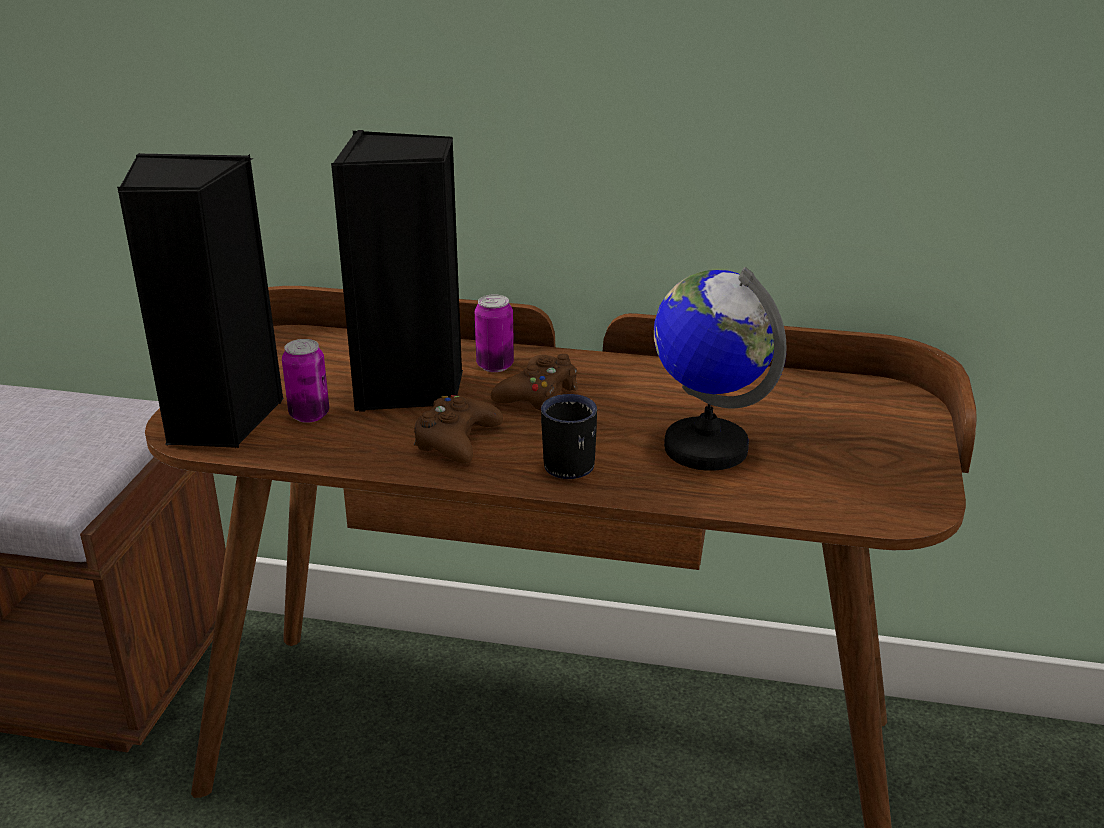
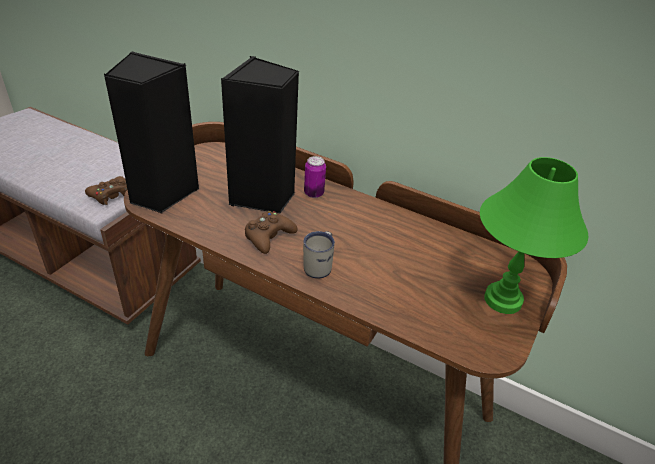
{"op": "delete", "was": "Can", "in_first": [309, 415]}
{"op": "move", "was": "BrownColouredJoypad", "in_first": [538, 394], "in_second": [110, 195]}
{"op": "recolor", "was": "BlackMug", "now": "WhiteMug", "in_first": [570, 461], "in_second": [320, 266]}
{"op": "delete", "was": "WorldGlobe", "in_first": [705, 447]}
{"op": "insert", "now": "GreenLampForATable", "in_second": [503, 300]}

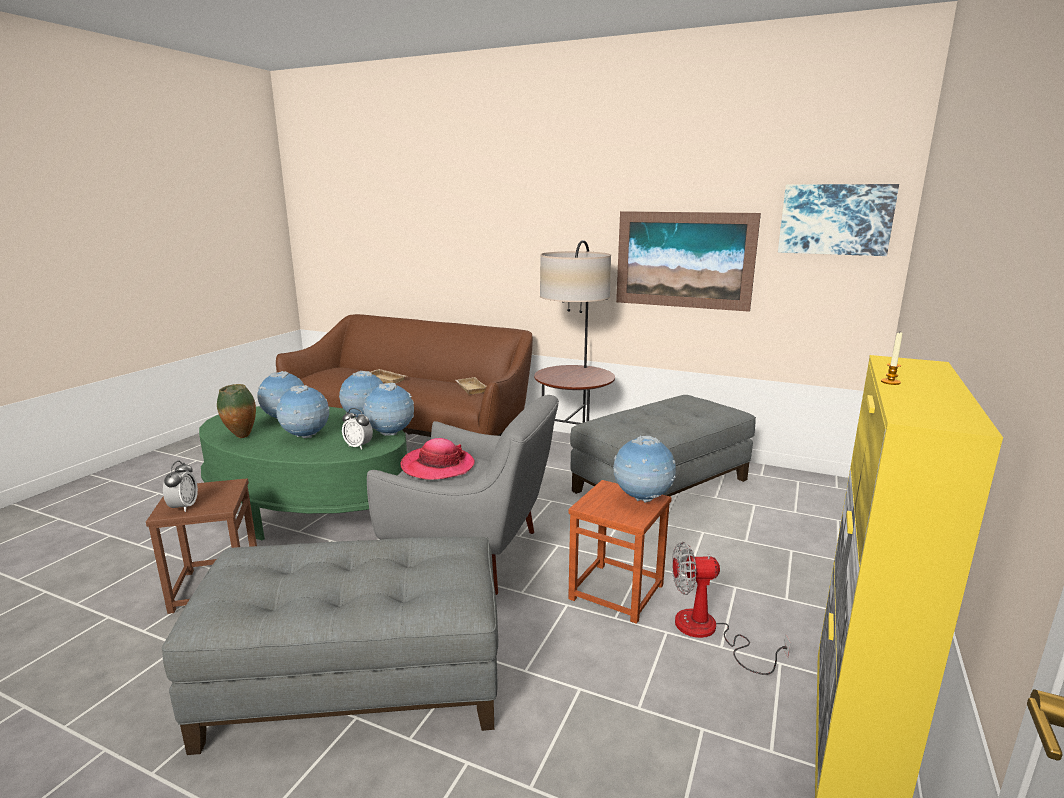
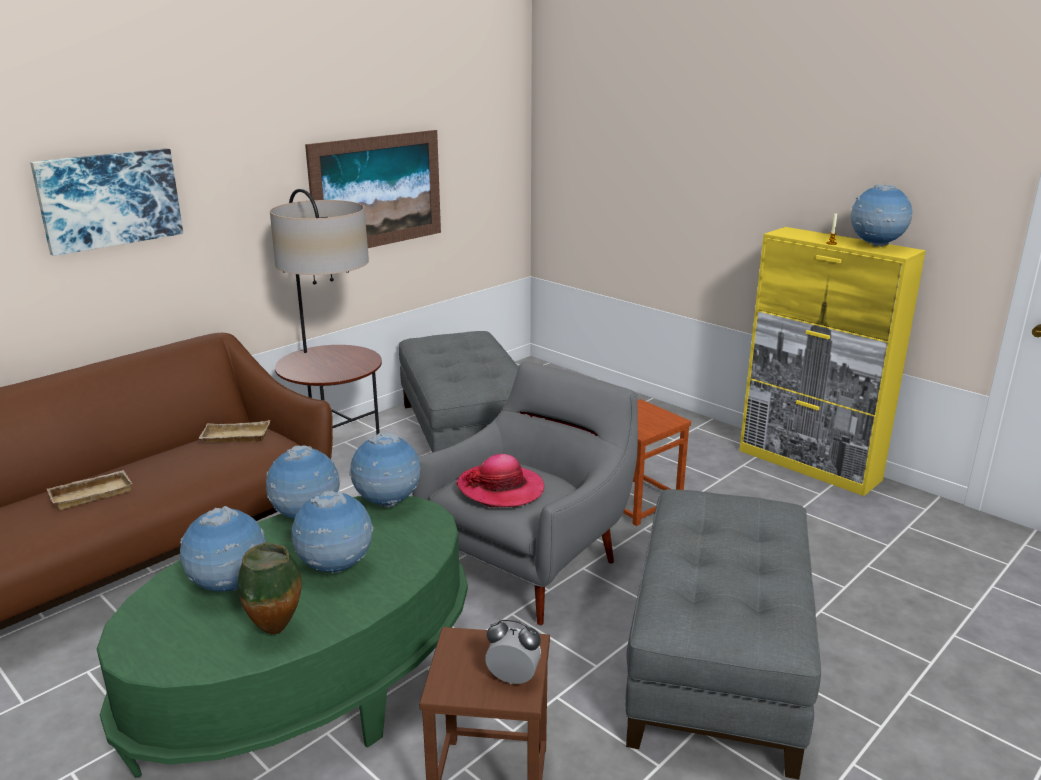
{"op": "delete", "was": "BedsideClock", "in_first": [358, 446]}
{"op": "move", "was": "WorldGlobe", "in_first": [642, 499], "in_second": [876, 246]}
{"op": "delete", "was": "Fan", "in_first": [708, 632]}
{"op": "move", "was": "WallPicture", "in_first": [835, 219], "in_second": [109, 199]}

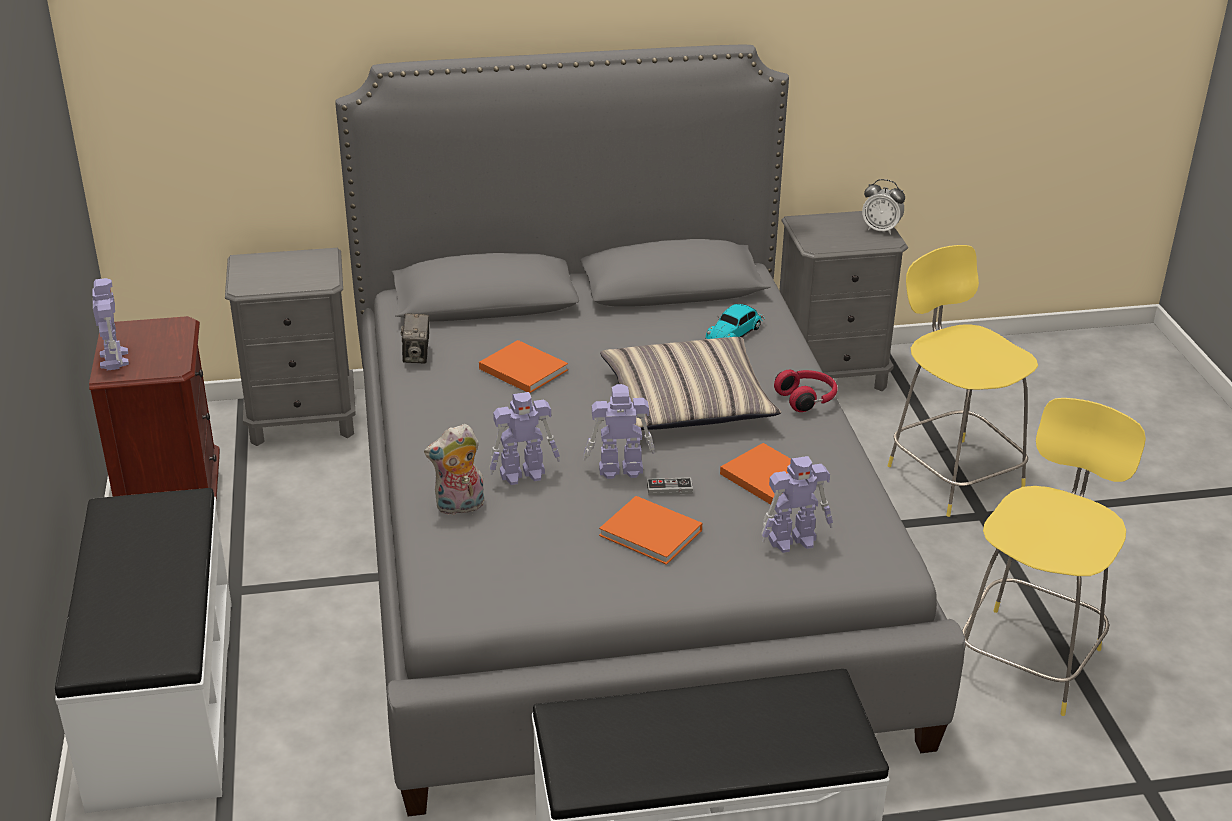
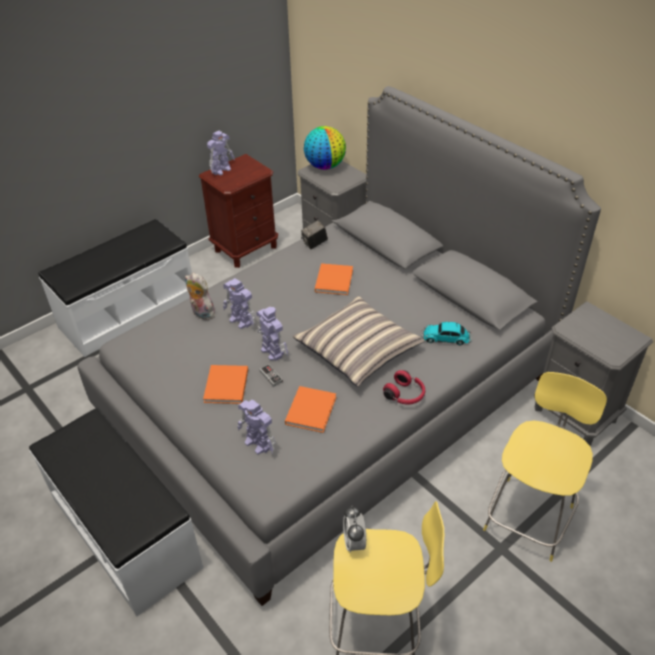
{"op": "move", "was": "BedsideClock", "in_first": [881, 229], "in_second": [354, 542]}
{"op": "insert", "now": "WorldGlobe", "in_second": [325, 166]}

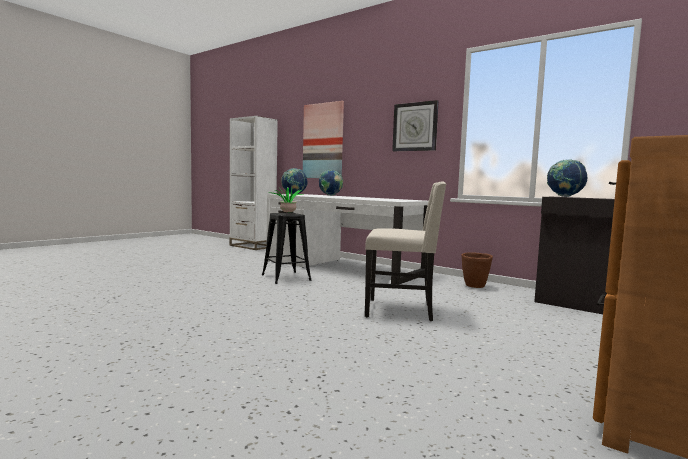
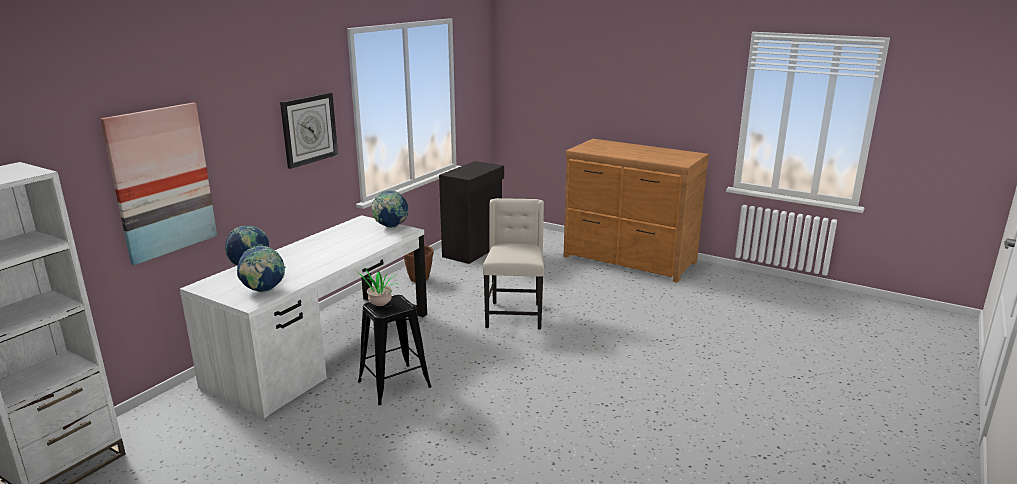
{"op": "move", "was": "WorldGlobe", "in_first": [565, 197], "in_second": [390, 227]}

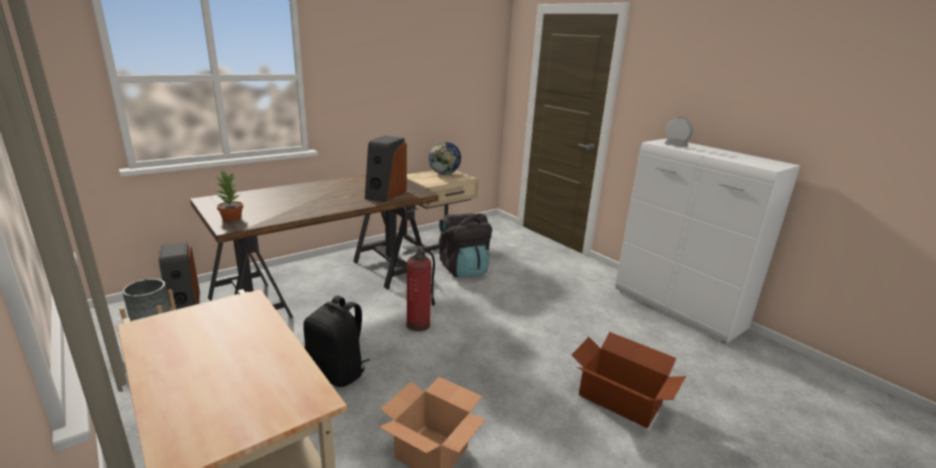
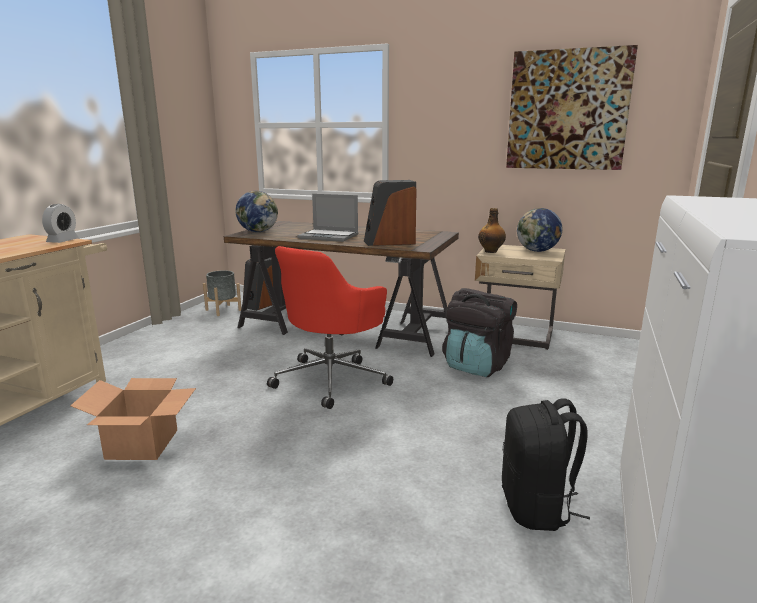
{"op": "replace", "was": "PlantInAPot", "now": "WorldGlobe", "in_first": [232, 218], "in_second": [258, 231]}
{"op": "move", "was": "BlackRucksack", "in_first": [338, 372], "in_second": [537, 508]}
{"op": "replace", "was": "Extinguisher", "now": "RedComputerChair", "in_first": [418, 325], "in_second": [332, 379]}
{"op": "delete", "was": "Carton", "in_first": [619, 398]}
{"op": "move", "was": "BedsideClock", "in_first": [675, 145], "in_second": [63, 241]}
{"op": "insert", "now": "NotebookComputer", "in_second": [329, 237]}
{"op": "insert", "now": "Bottle", "in_second": [491, 251]}
{"op": "insert", "now": "WallPicture", "in_second": [567, 110]}

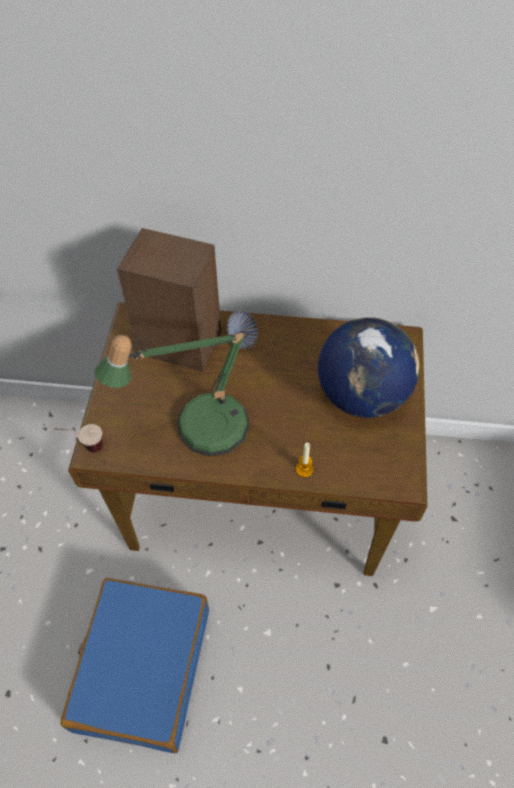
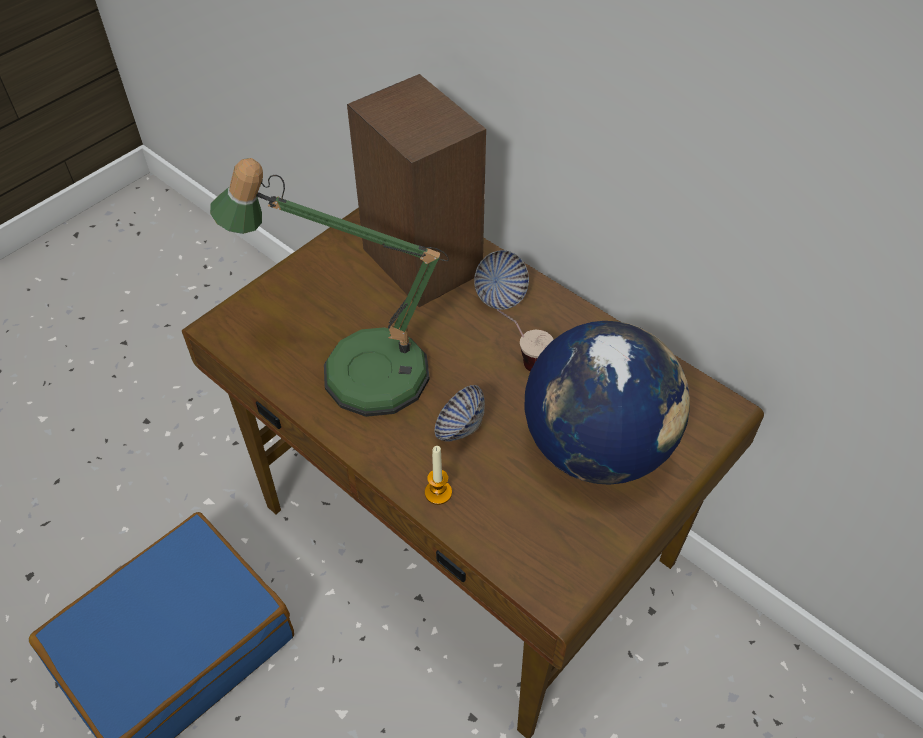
{"op": "move", "was": "SmallCup", "in_first": [85, 446], "in_second": [522, 358]}
{"op": "insert", "now": "ServingBowl", "in_second": [459, 428]}

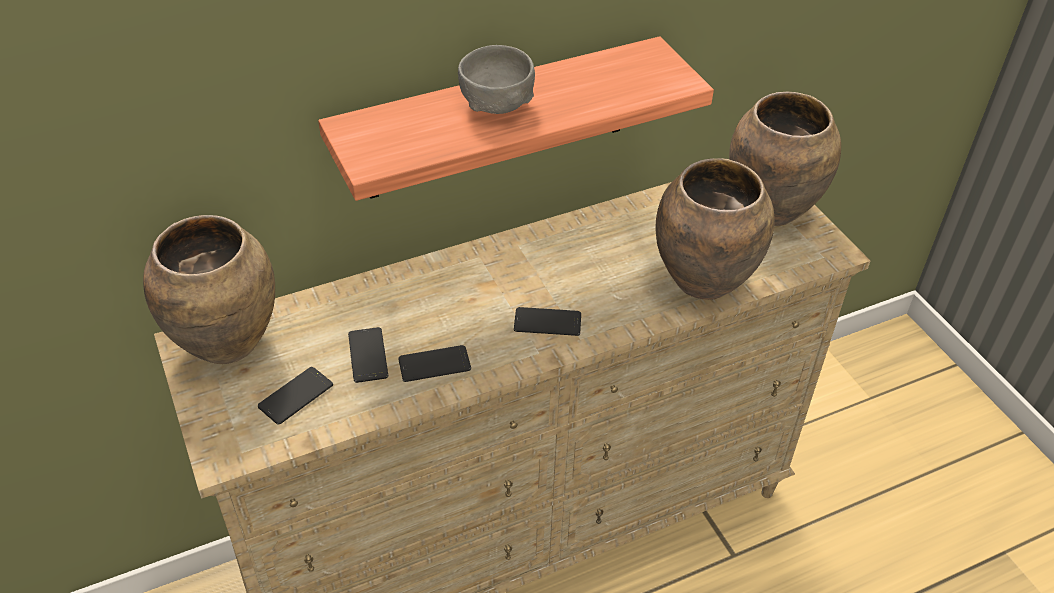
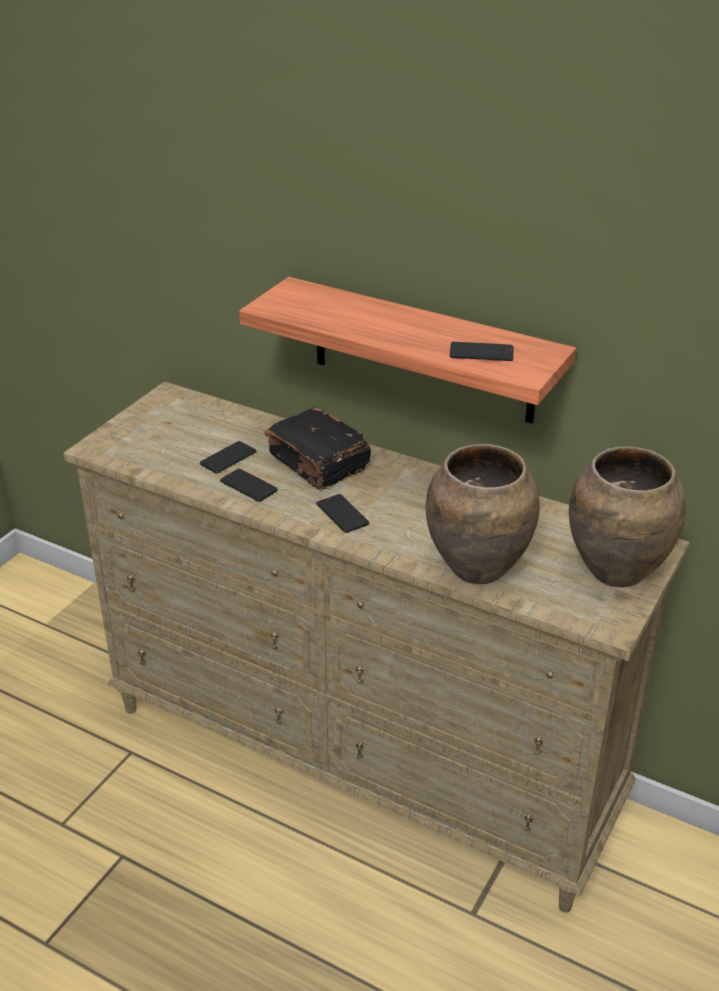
{"op": "delete", "was": "BrownColouredVase", "in_first": [228, 344]}
{"op": "move", "was": "Phone", "in_first": [296, 396], "in_second": [481, 353]}
{"op": "delete", "was": "GreyServingBowl", "in_first": [497, 104]}
{"op": "insert", "now": "BlackBook", "in_second": [318, 463]}

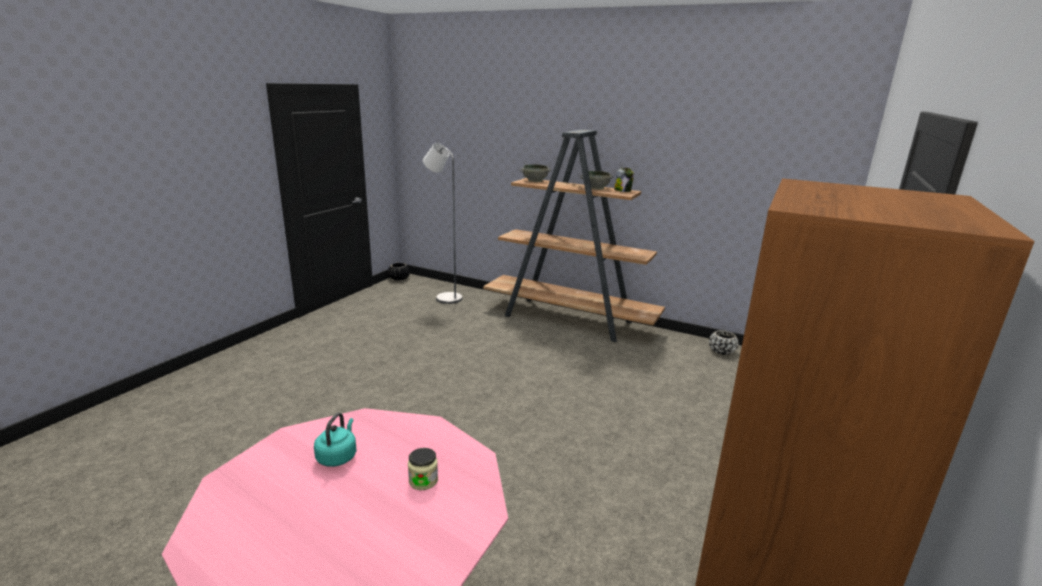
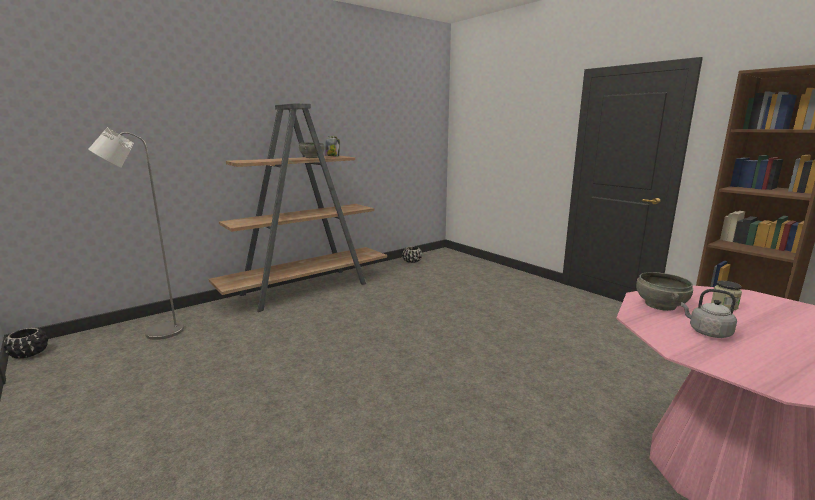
{"op": "recolor", "was": "BlueGreenWaterKettle", "now": "GreyWaterKettle", "in_first": [338, 456], "in_second": [707, 332]}
{"op": "move", "was": "GreyServingBowl", "in_first": [535, 180], "in_second": [659, 305]}

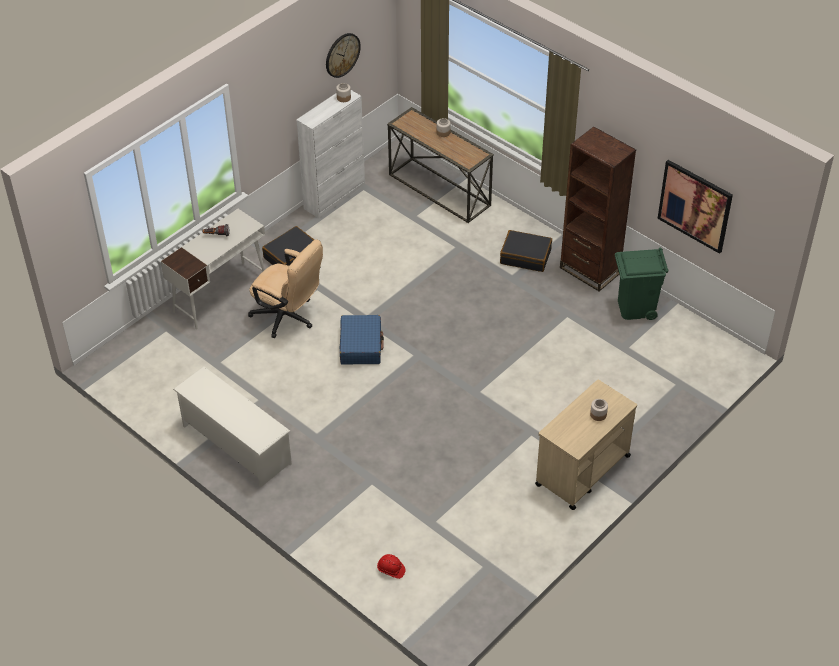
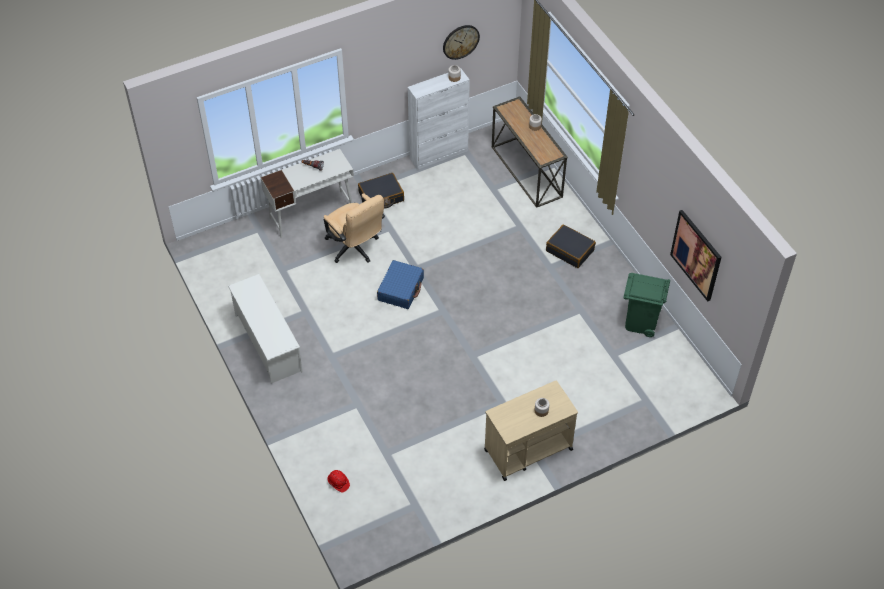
{"op": "delete", "was": "BrownColouredBookshelf", "in_first": [589, 270]}

